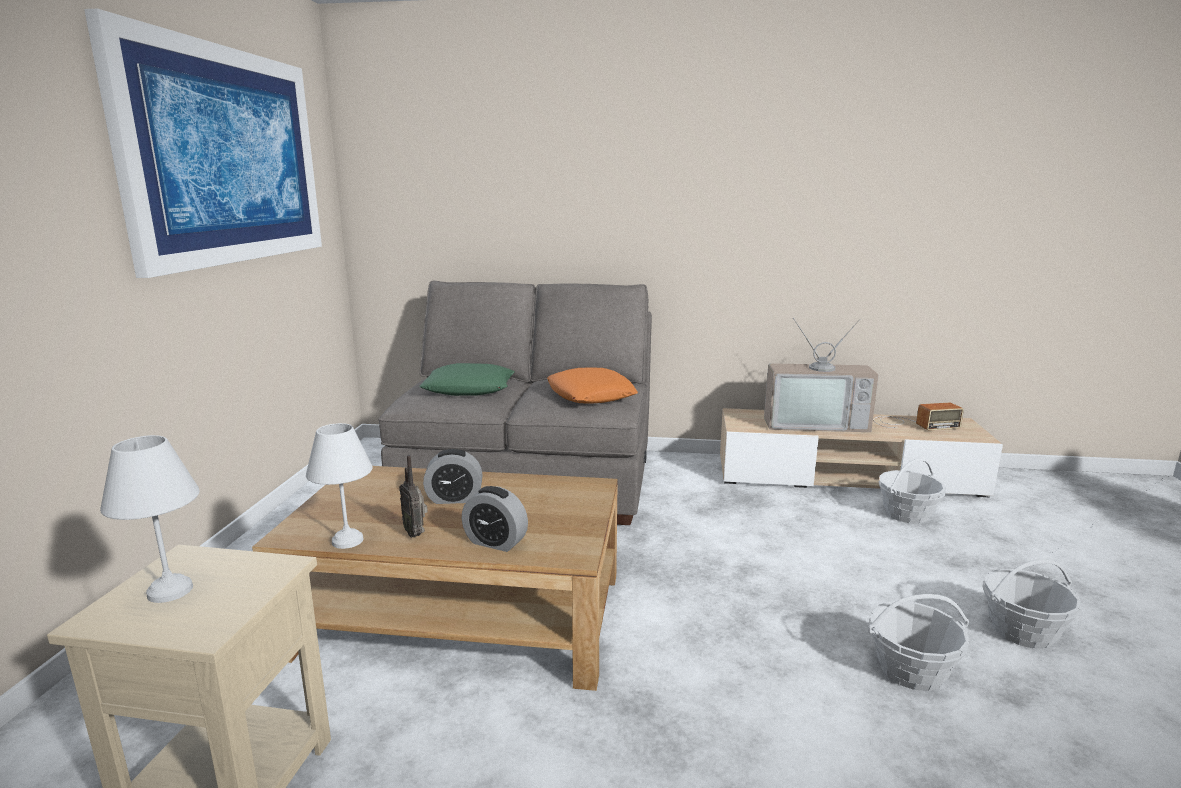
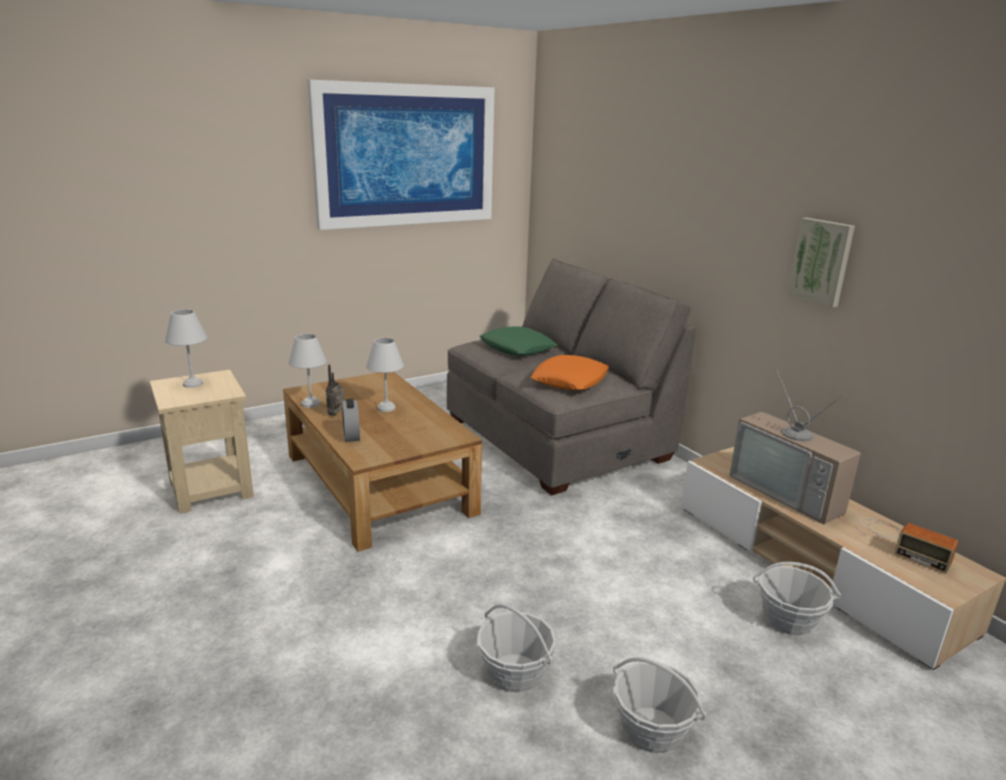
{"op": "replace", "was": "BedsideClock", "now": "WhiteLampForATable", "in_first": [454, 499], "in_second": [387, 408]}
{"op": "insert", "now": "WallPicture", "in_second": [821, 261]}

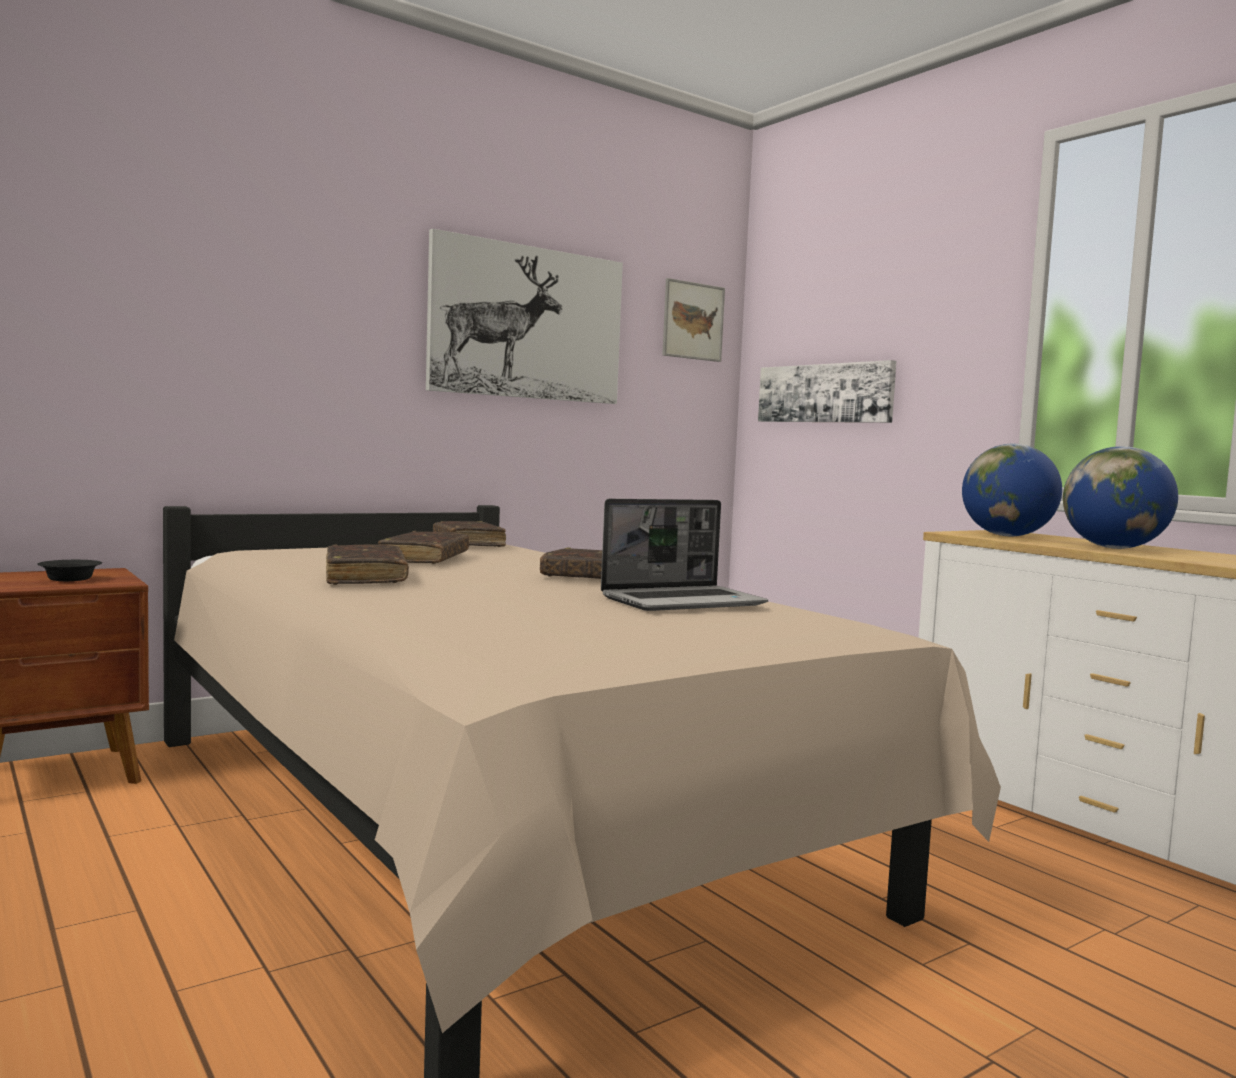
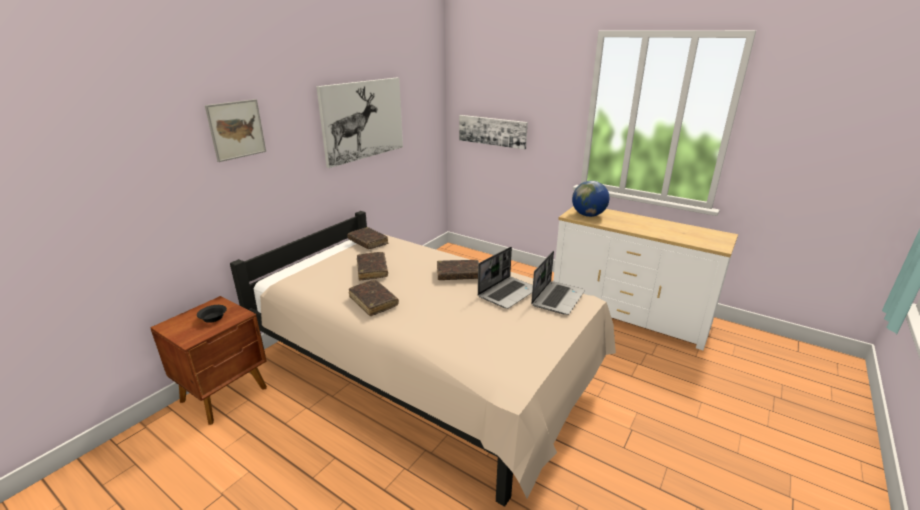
{"op": "move", "was": "WallPicture", "in_first": [693, 321], "in_second": [236, 129]}
{"op": "delete", "was": "WorldGlobe", "in_first": [1114, 548]}
{"op": "insert", "now": "NotebookComputer", "in_second": [557, 298]}

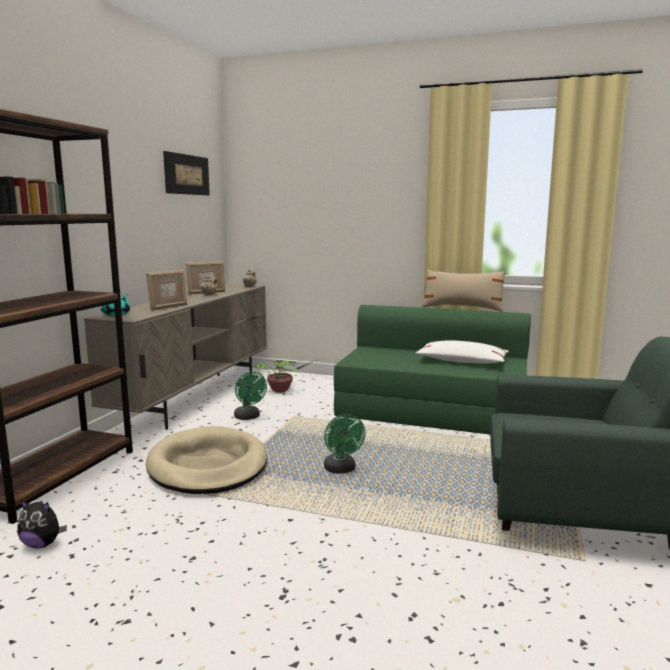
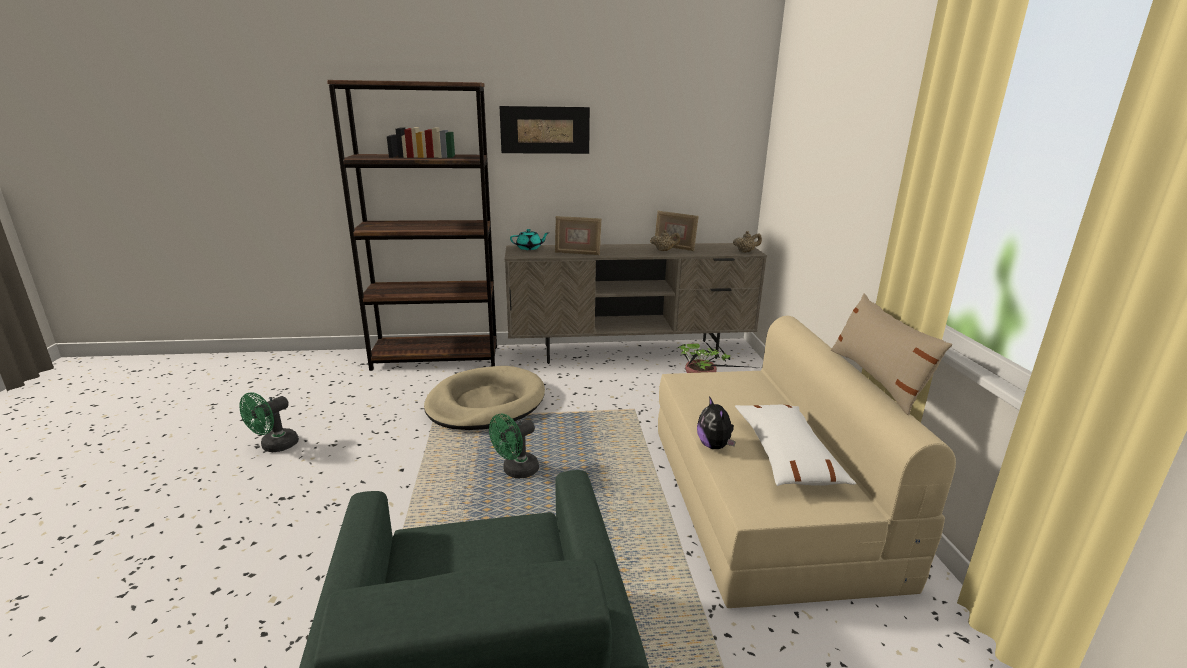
{"op": "move", "was": "CuddlyToy", "in_first": [42, 544], "in_second": [714, 446]}
{"op": "move", "was": "WallPicture", "in_first": [187, 174], "in_second": [545, 130]}
{"op": "move", "was": "GreenFan", "in_first": [249, 417], "in_second": [274, 446]}
{"op": "recolor", "was": "GreenSofa", "now": "SandColouredSofa", "in_first": [432, 408], "in_second": [765, 497]}

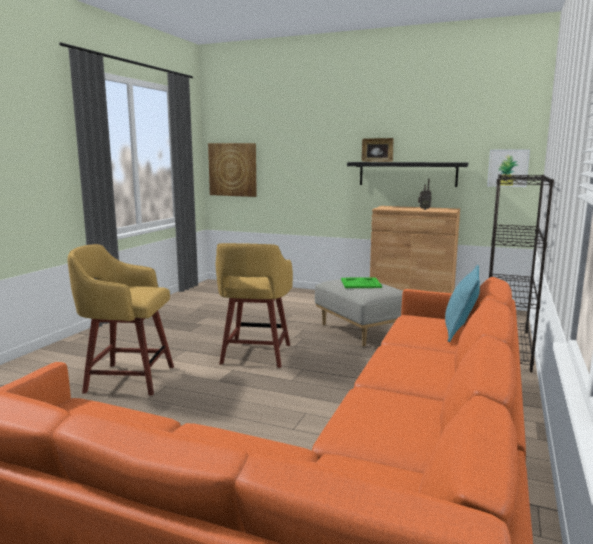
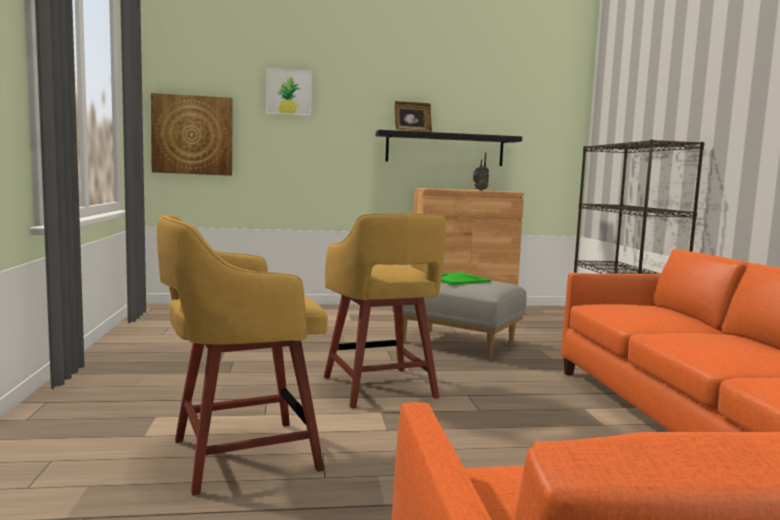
{"op": "delete", "was": "BlueGreenPillow", "in_first": [460, 332]}
{"op": "move", "was": "WallPicture", "in_first": [508, 168], "in_second": [289, 92]}

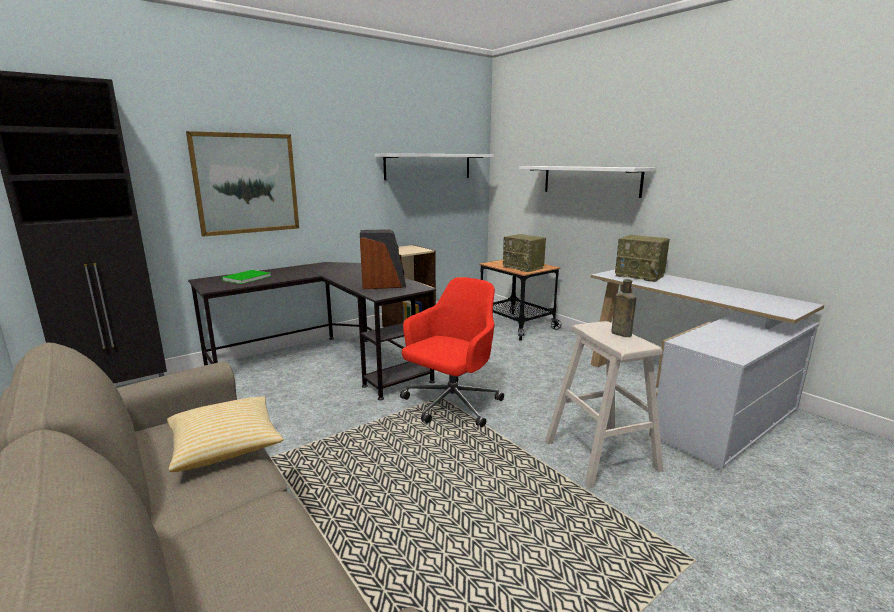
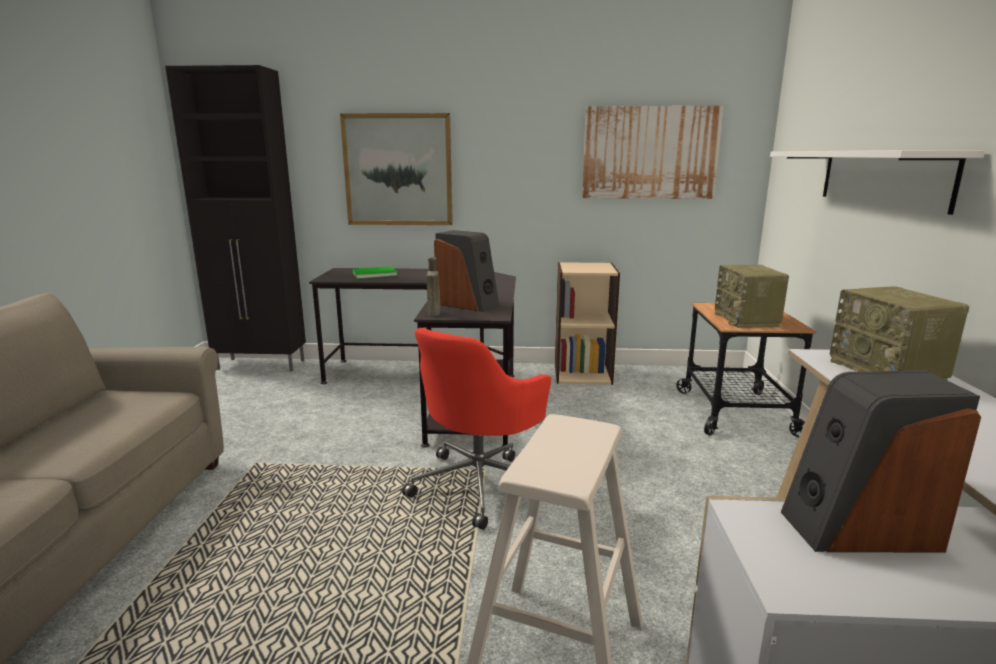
{"op": "delete", "was": "Pillow", "in_first": [226, 447]}
{"op": "replace", "was": "WhiteWallShelf", "now": "WallPicture", "in_first": [428, 166], "in_second": [650, 153]}
{"op": "rotate", "was": "RedComputerChair", "in_first": [451, 405], "in_second": [481, 484], "clockwise": 135}
{"op": "move", "was": "BrownColouredBottle", "in_first": [619, 333], "in_second": [434, 313]}
{"op": "insert", "now": "Speaker", "in_second": [858, 529]}

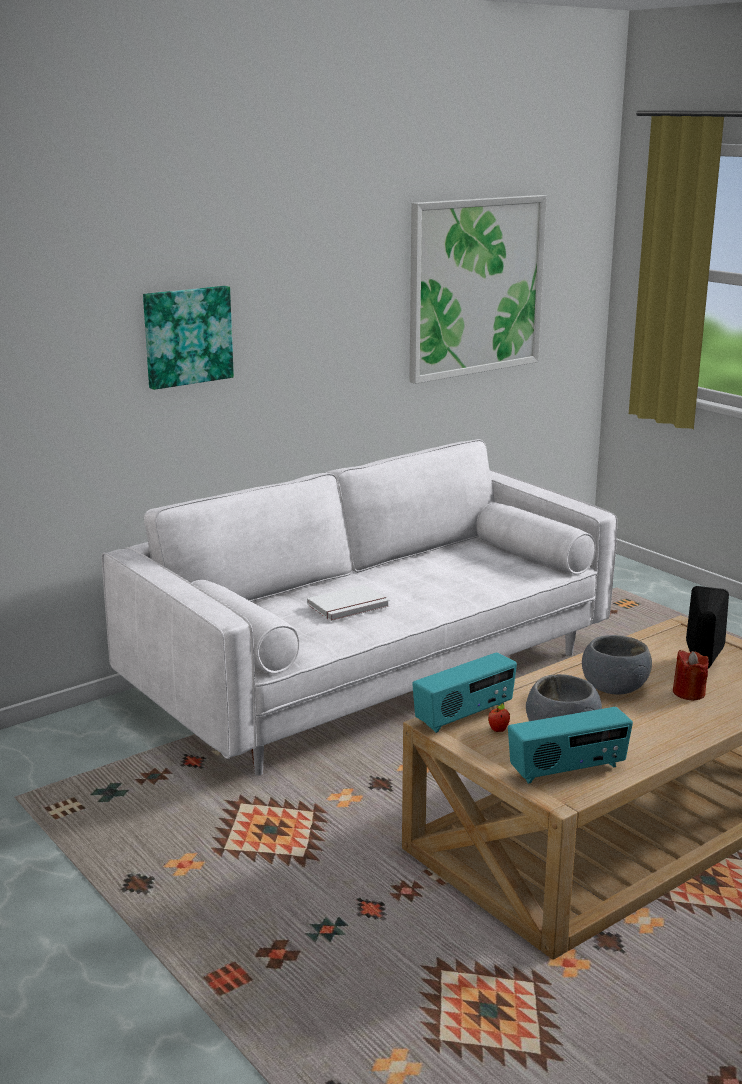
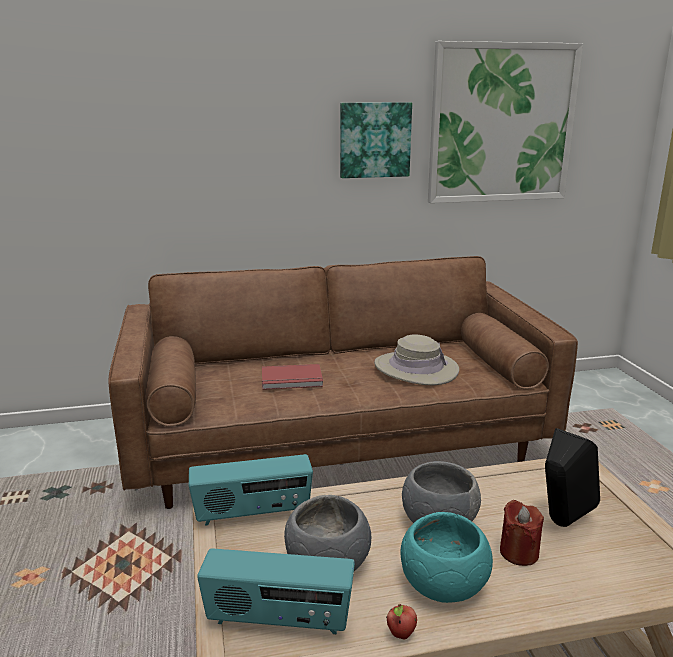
{"op": "recolor", "was": "WhiteSofa", "now": "BrownColouredSofa", "in_first": [371, 675], "in_second": [336, 442]}
{"op": "move", "was": "WallPicture", "in_first": [187, 336], "in_second": [374, 140]}
{"op": "recolor", "was": "WhiteBook", "now": "RedBook", "in_first": [349, 606], "in_second": [292, 380]}
{"op": "move", "was": "WholeApple", "in_first": [499, 730], "in_second": [401, 635]}
{"op": "insert", "now": "SandColouredWearableHat", "in_second": [416, 369]}
{"op": "insert", "now": "BlueGreenServingBowl", "in_second": [444, 584]}

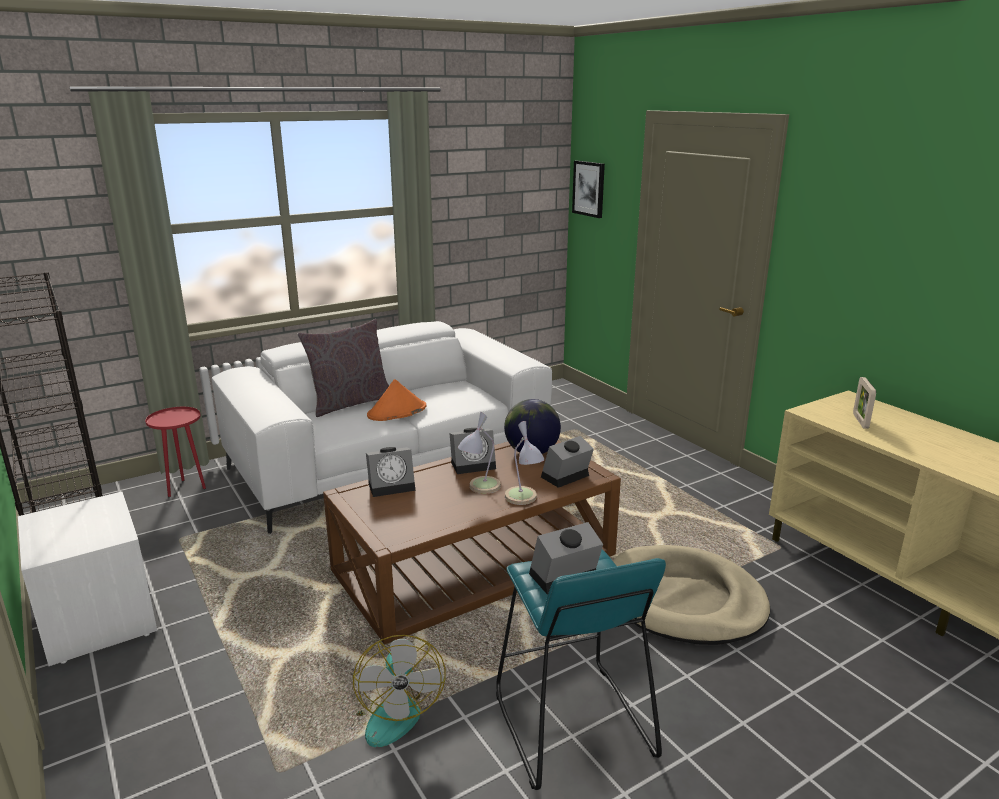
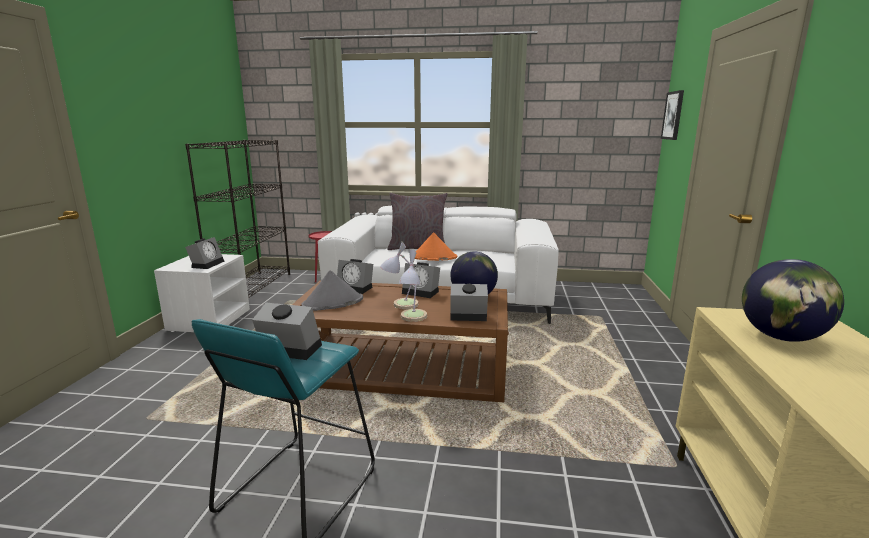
{"op": "delete", "was": "Fan", "in_first": [391, 711]}
{"op": "delete", "was": "SandColouredPetBed", "in_first": [684, 600]}
{"op": "replace", "was": "StandingFrame", "now": "WorldGlobe", "in_first": [860, 421], "in_second": [781, 337]}
{"op": "insert", "now": "BedsideClock", "in_second": [207, 264]}
{"op": "insert", "now": "GreyWearableHat", "in_second": [332, 302]}

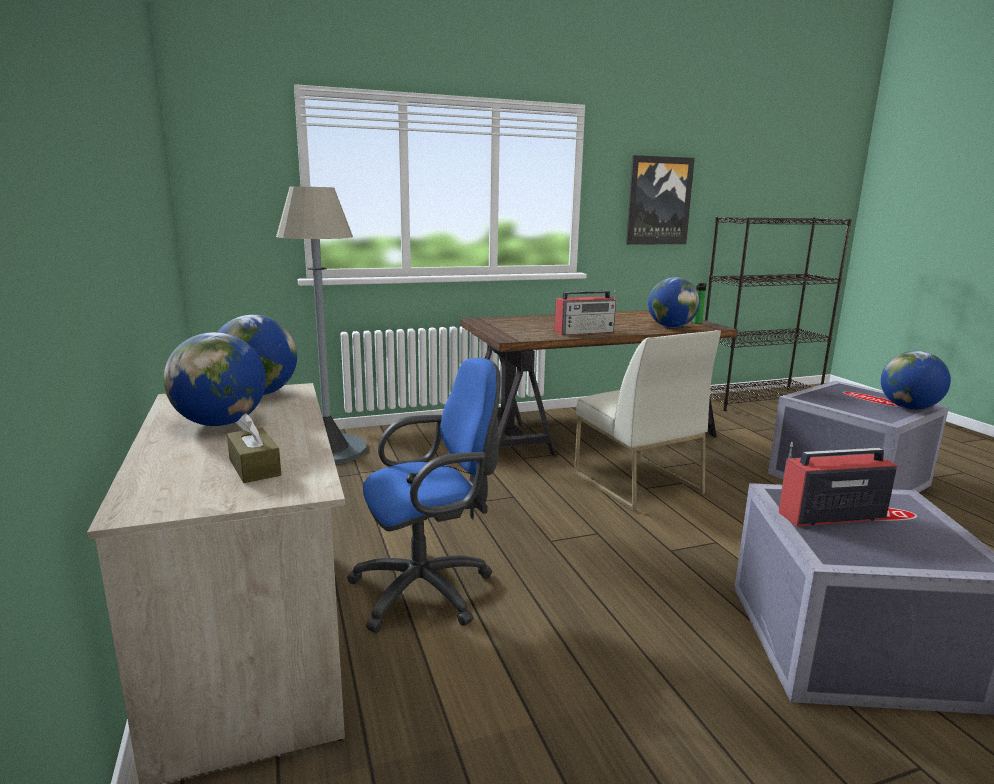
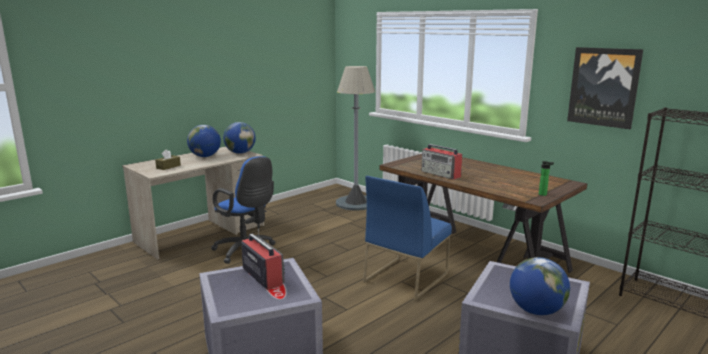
{"op": "recolor", "was": "WhitePlainChair", "now": "BluishPlainChair", "in_first": [635, 483], "in_second": [405, 277]}
{"op": "delete", "was": "WorldGlobe", "in_first": [671, 327]}

